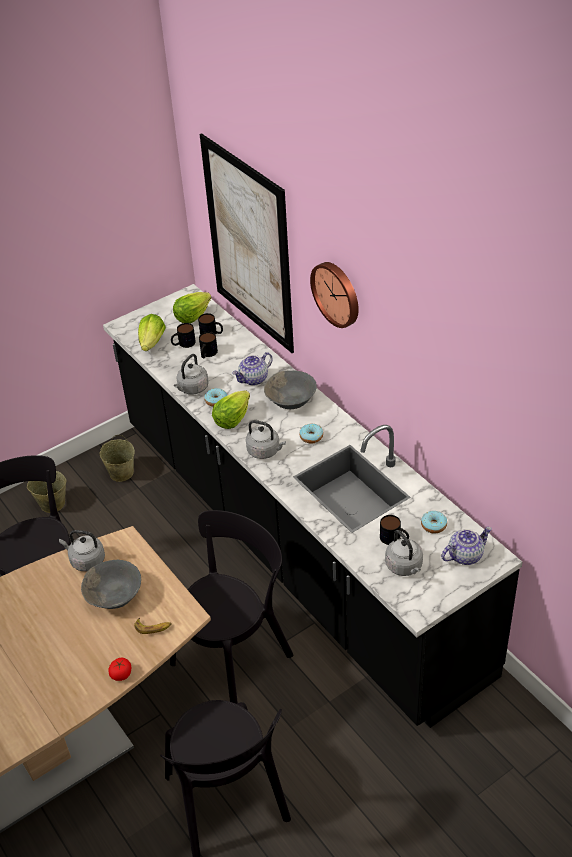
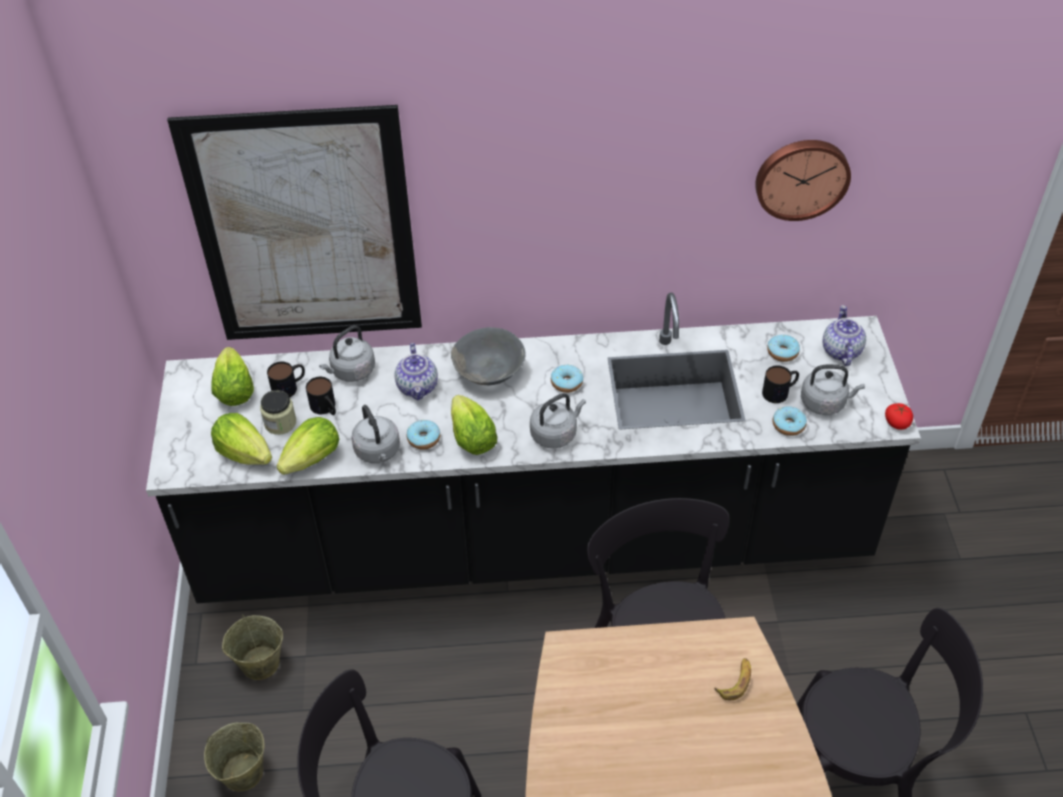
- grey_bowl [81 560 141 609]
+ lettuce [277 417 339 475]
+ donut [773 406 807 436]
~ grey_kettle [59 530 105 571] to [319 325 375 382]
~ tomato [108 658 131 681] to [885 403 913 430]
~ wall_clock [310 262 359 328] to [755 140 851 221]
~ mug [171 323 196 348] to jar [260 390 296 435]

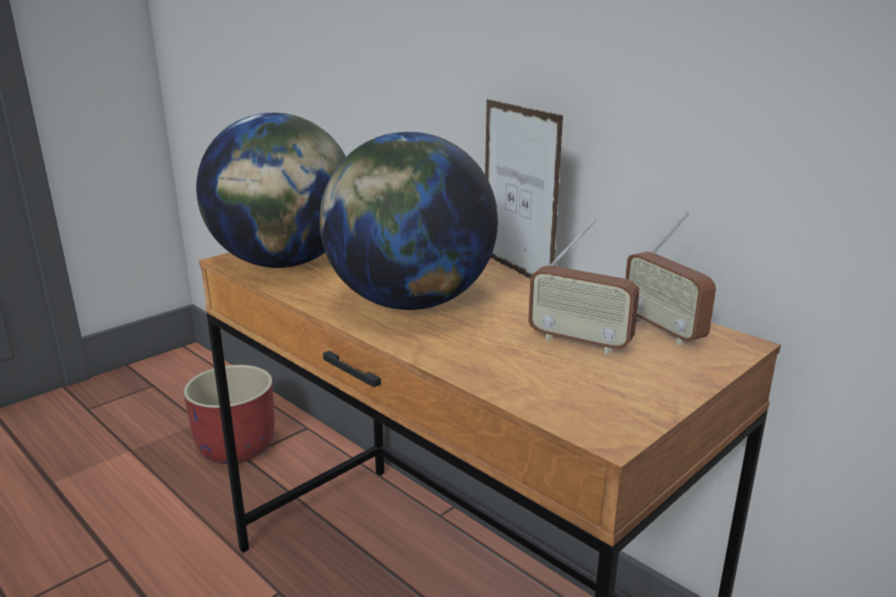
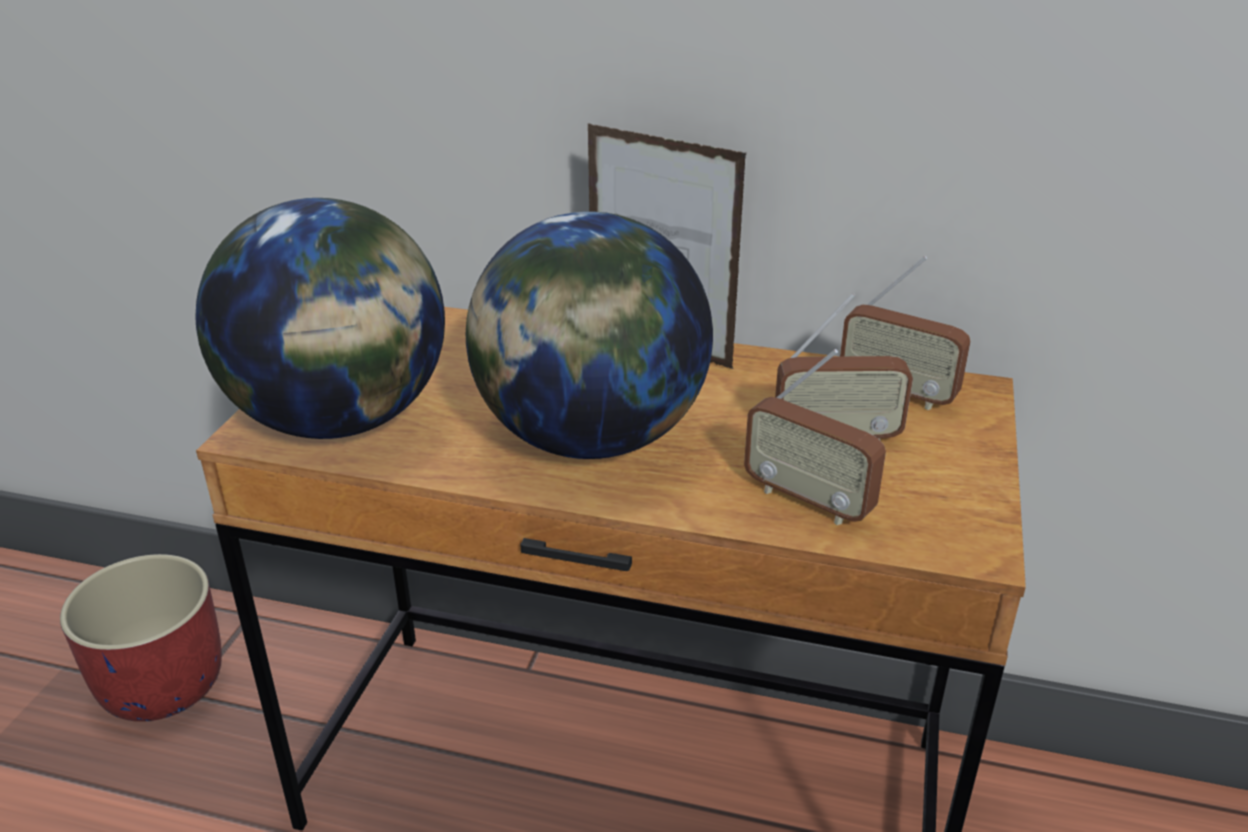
+ radio [744 349 886 525]

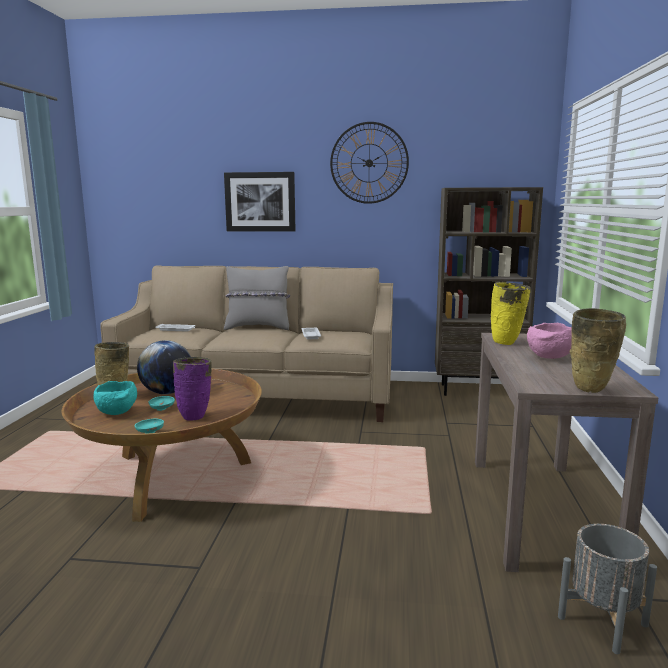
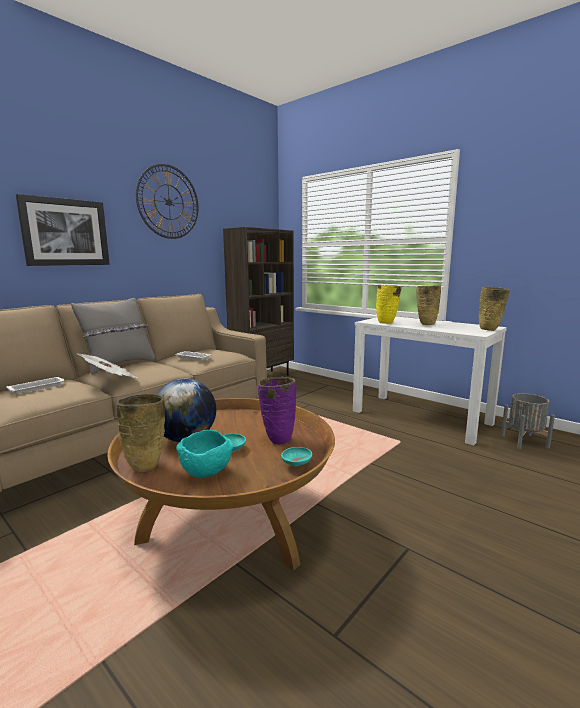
+ newspaper [77 354 137 378]
~ pink_bowl [527 323 572 359] to beige_vase [416 285 441 325]
~ brown_console_table [475 333 658 572] to white_console_table [353 317 507 445]

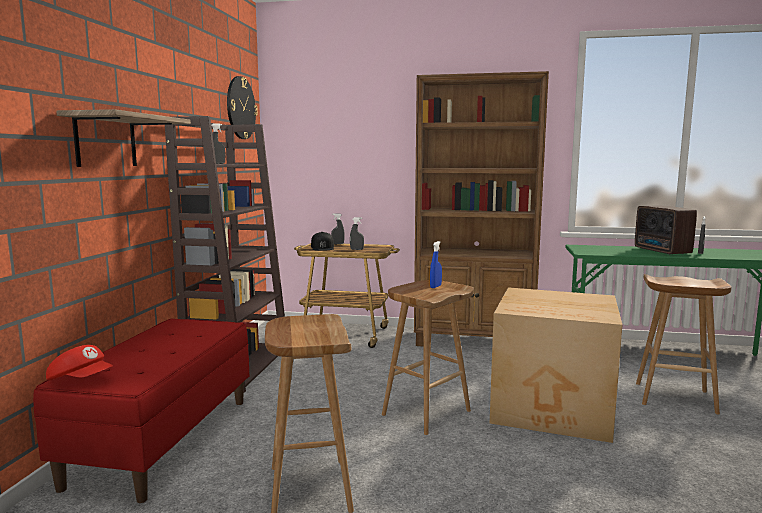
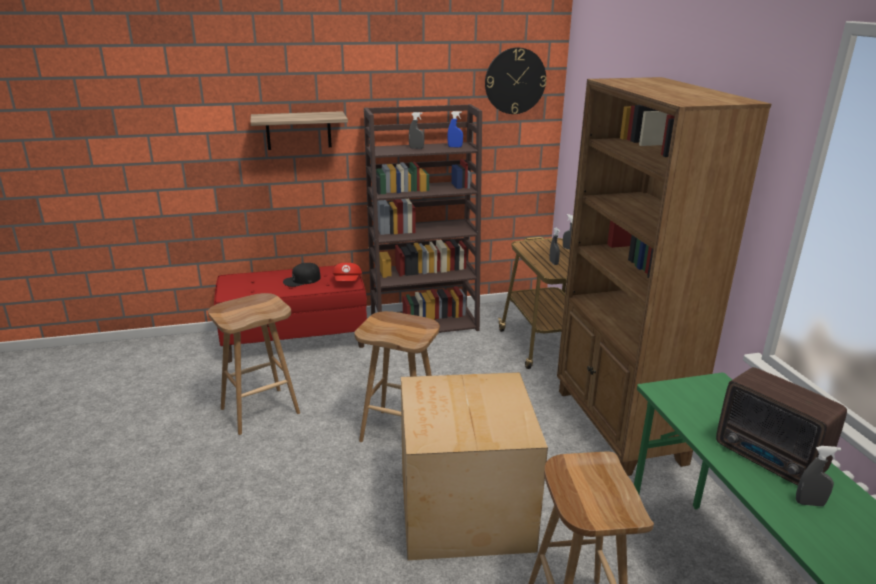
~ red_cap [46 345 113 380] to [332 263 362 281]
~ black_cap [311 232 334 251] to [283 263 321 287]
~ blue_spray_bottle [430 241 442 288] to [447 111 463 148]
~ radio [635 205 697 255] = [716 367 847 486] 90 degrees counterclockwise

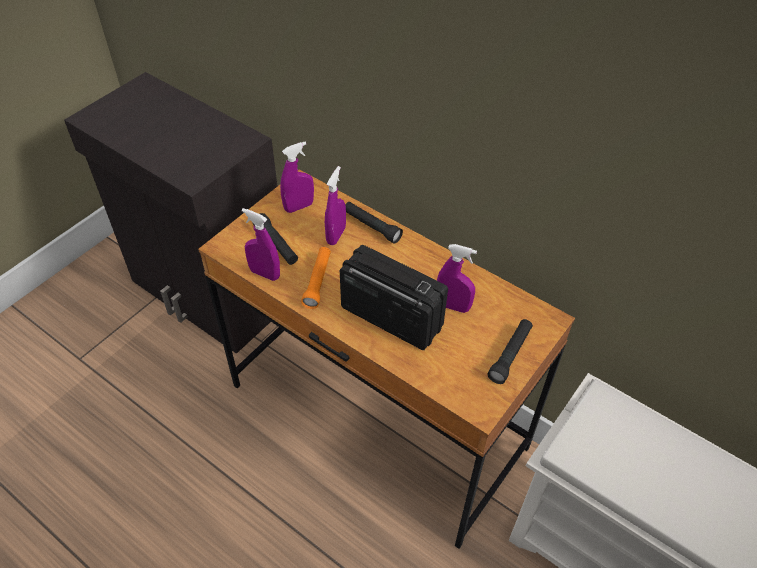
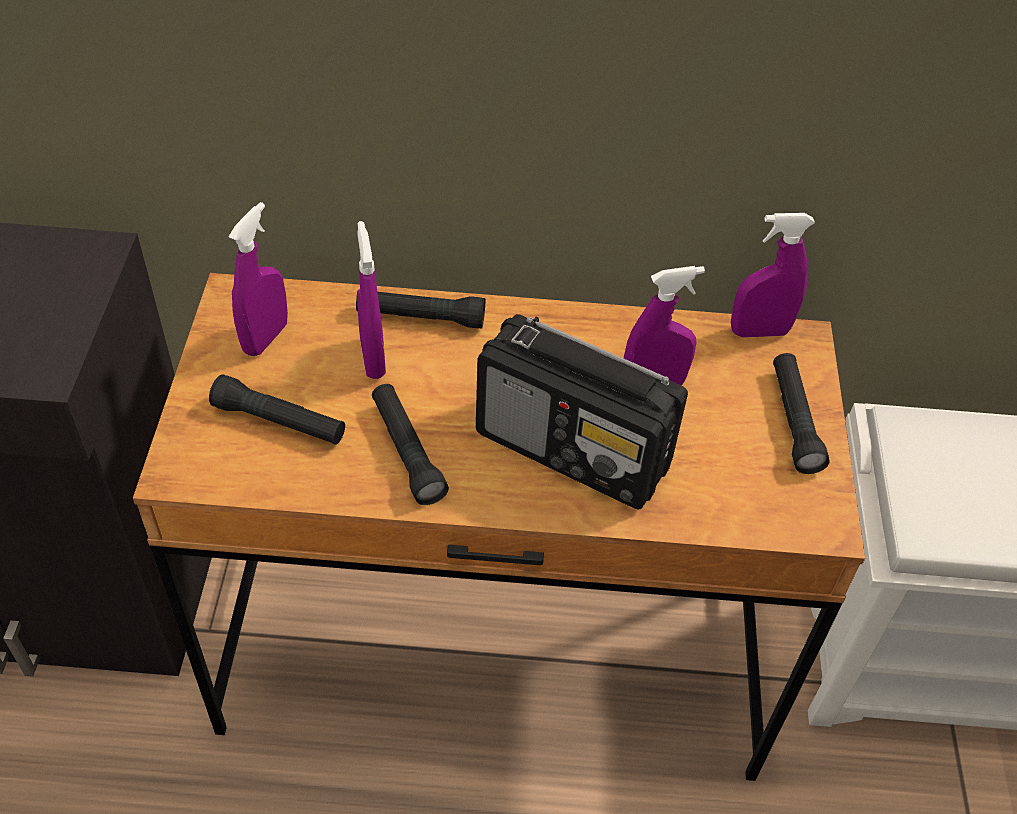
~ purple_spray_bottle [242 208 280 281] to [731 213 815 338]
~ orange_flashlight [301 247 331 309] to black_flashlight [372 384 449 505]
~ radio [340 245 448 350] = [476 314 688 510] 150 degrees counterclockwise

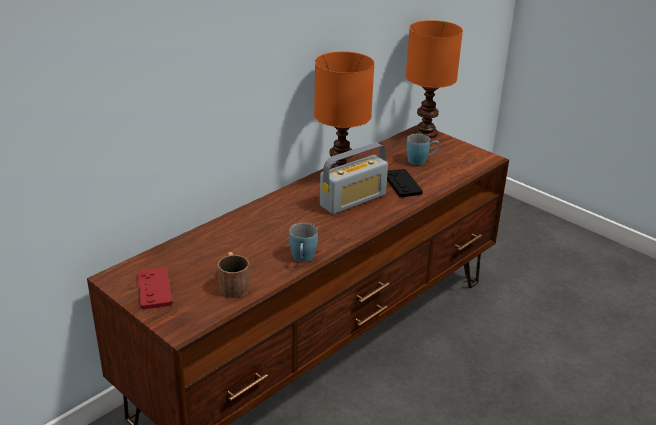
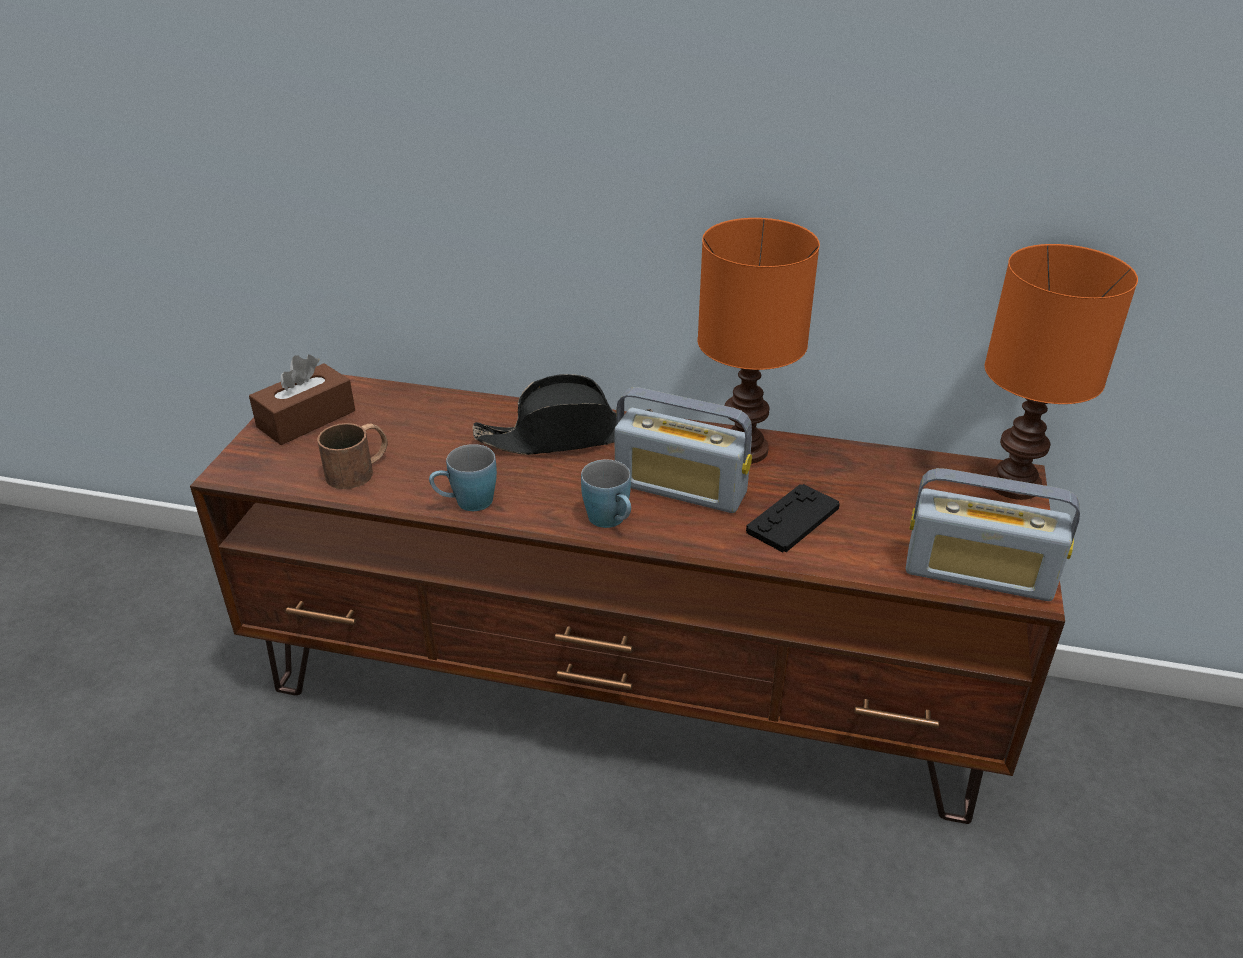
+ black_hat [472 374 653 455]
+ radio [906 468 1080 601]
~ blue_mug [406 134 440 165] to [581 459 631 528]
~ red_game_controller [137 267 173 309] to brown_tissue_box [249 355 355 445]

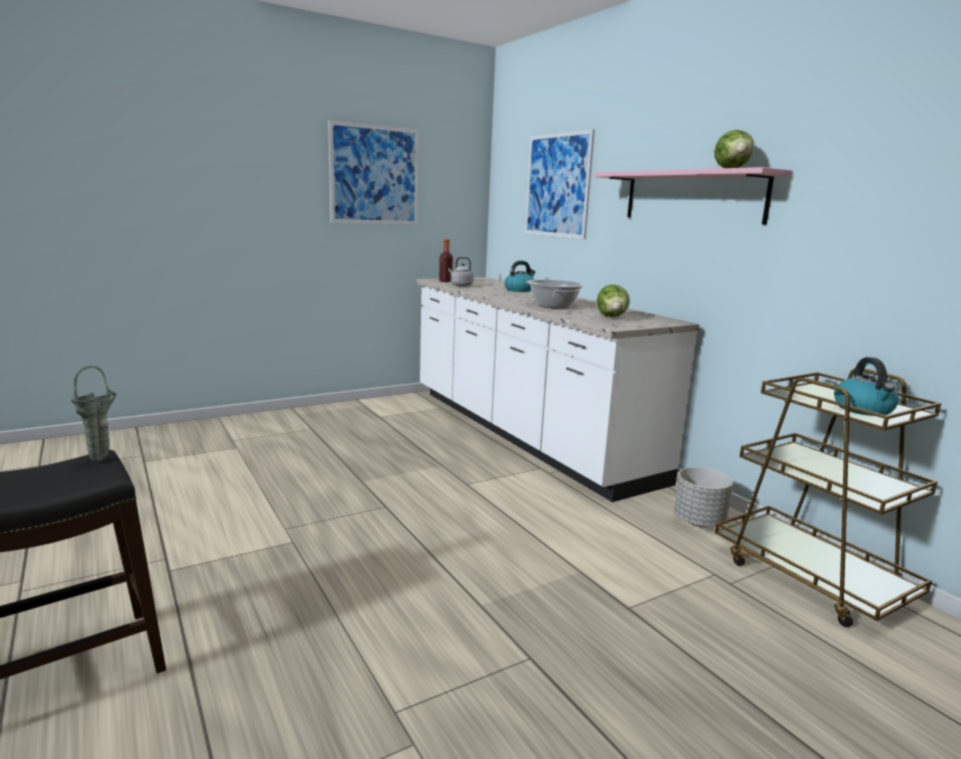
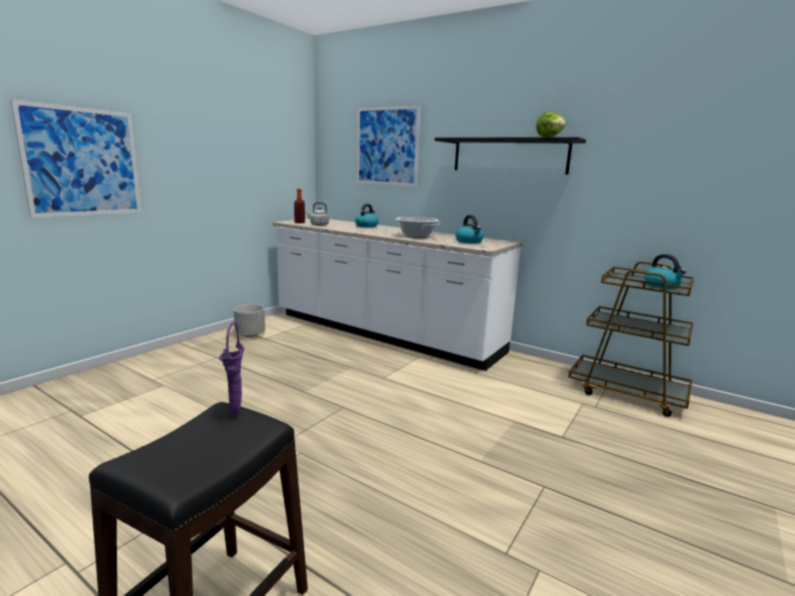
~ picture [328 120 419 225] to [10 99 141 218]
~ grey_planter [674 467 733 527] to [234 304 265 337]
~ lettuce [597 284 630 317] to kettle [455 215 484 244]
~ green_vase [71 366 117 462] to purple_vase [219 322 244 416]
~ pink_shelf [594 167 793 225] to black_shelf [434 137 586 174]

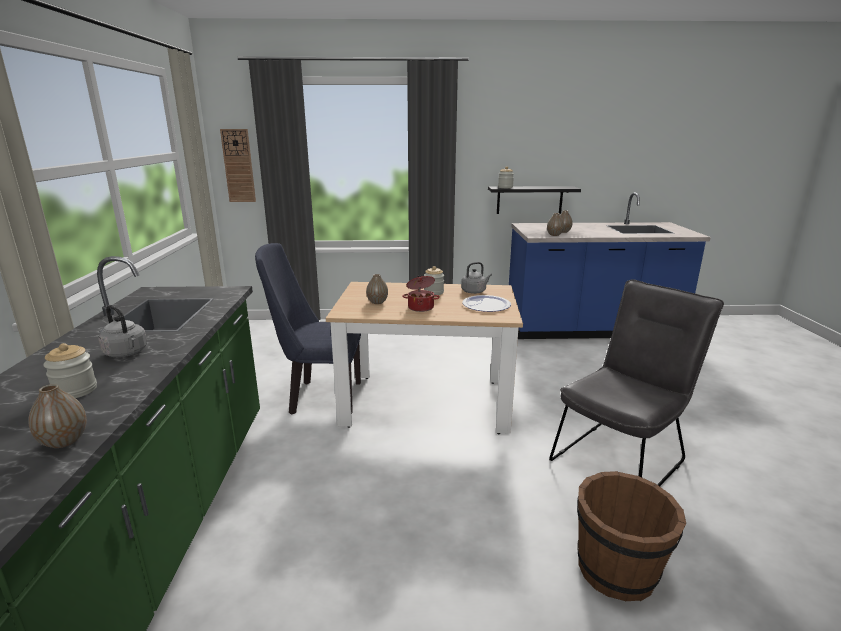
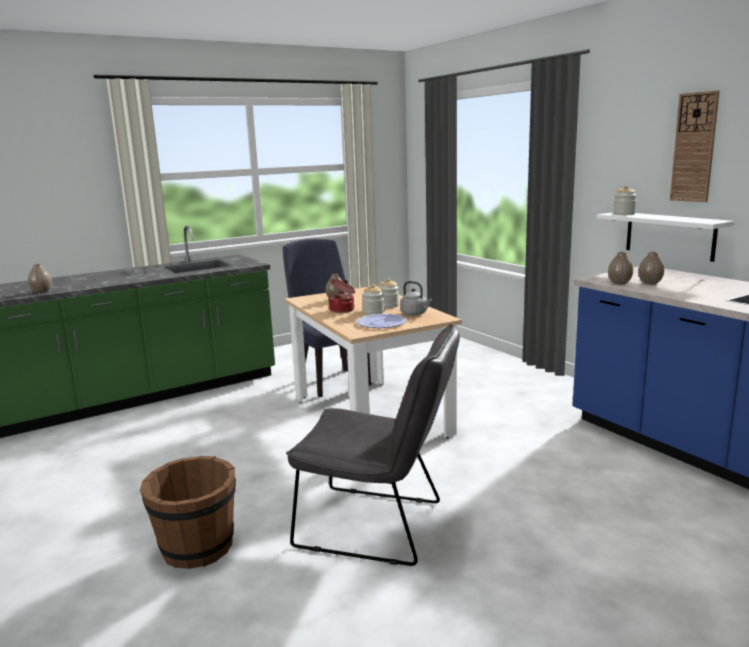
- grey_kettle [98 305 147 357]
~ jar [43 343 97 398] to [362 284 384 315]
~ wall_clock [220 129 256 202] to [670 90 720 202]
~ black_shelf [488 186 581 214] to white_shelf [597 212 735 262]

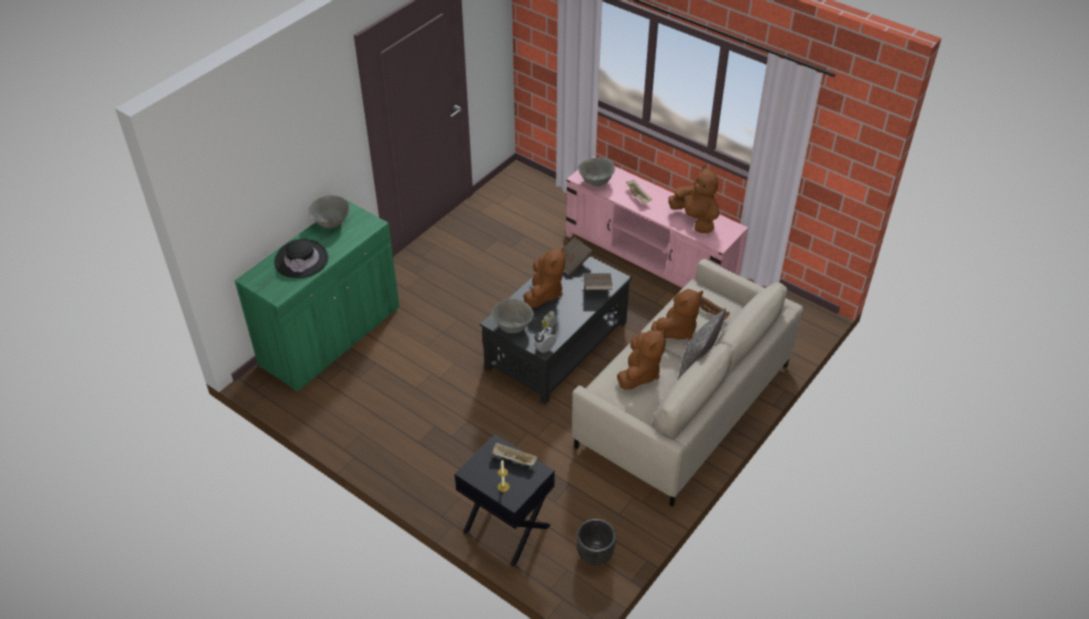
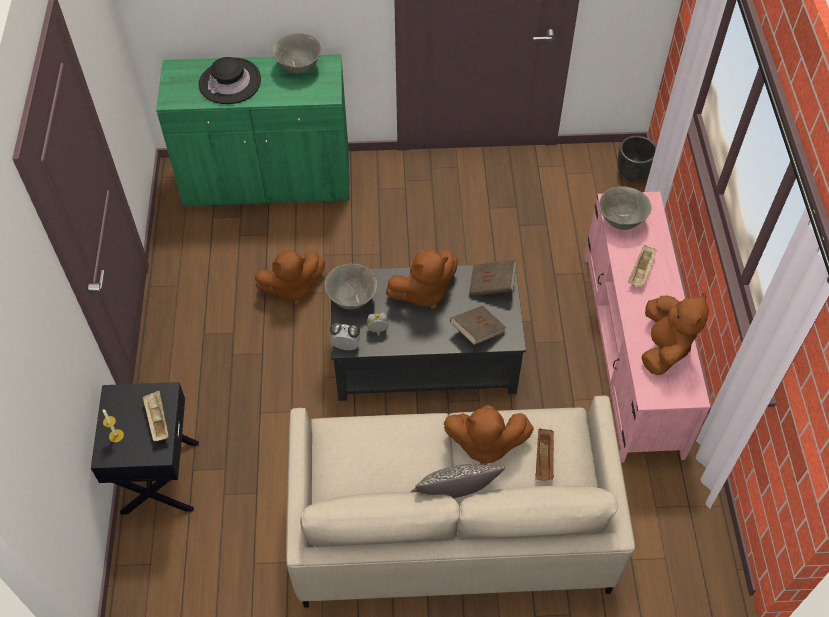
~ black_planter [577 519 616 566] to [617 136 657 181]
~ brown_plush_toy [617 328 666 389] to [255 250 325 304]

